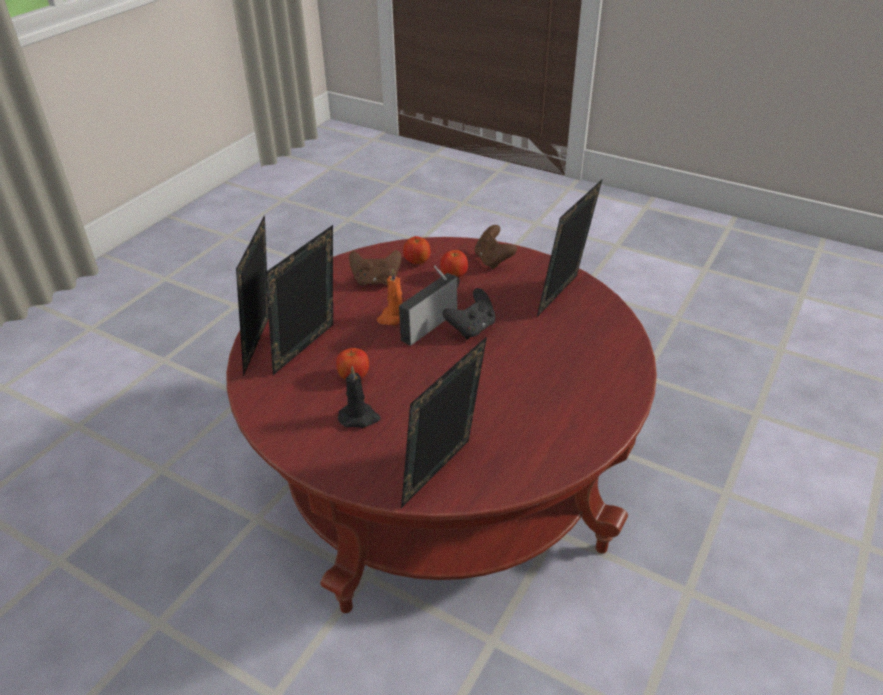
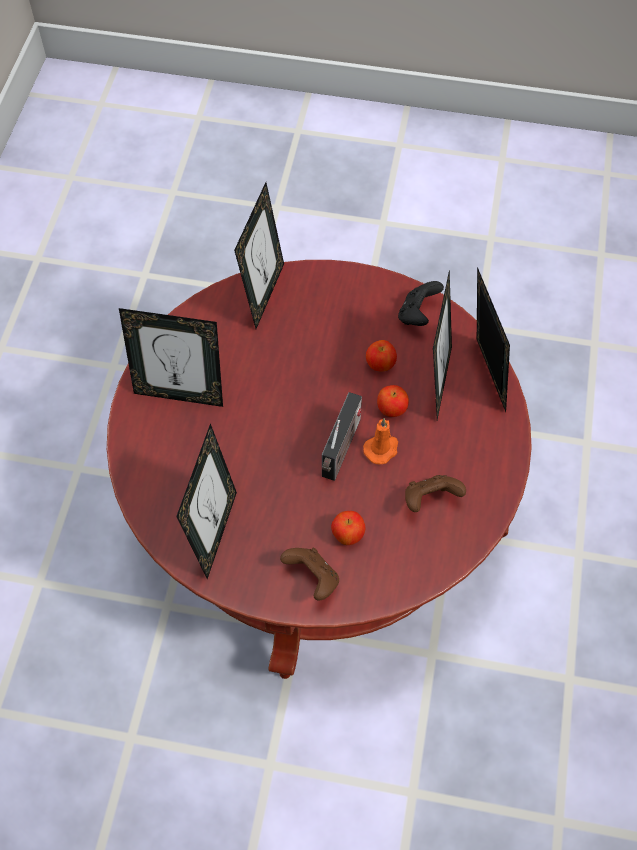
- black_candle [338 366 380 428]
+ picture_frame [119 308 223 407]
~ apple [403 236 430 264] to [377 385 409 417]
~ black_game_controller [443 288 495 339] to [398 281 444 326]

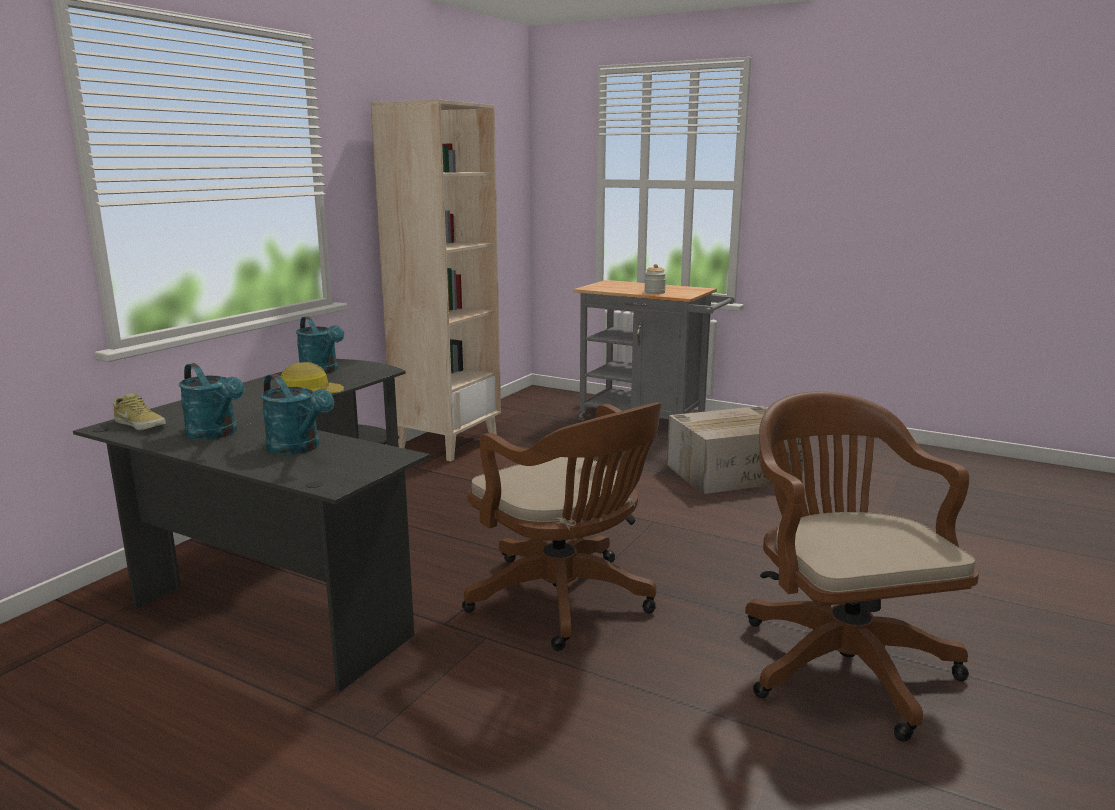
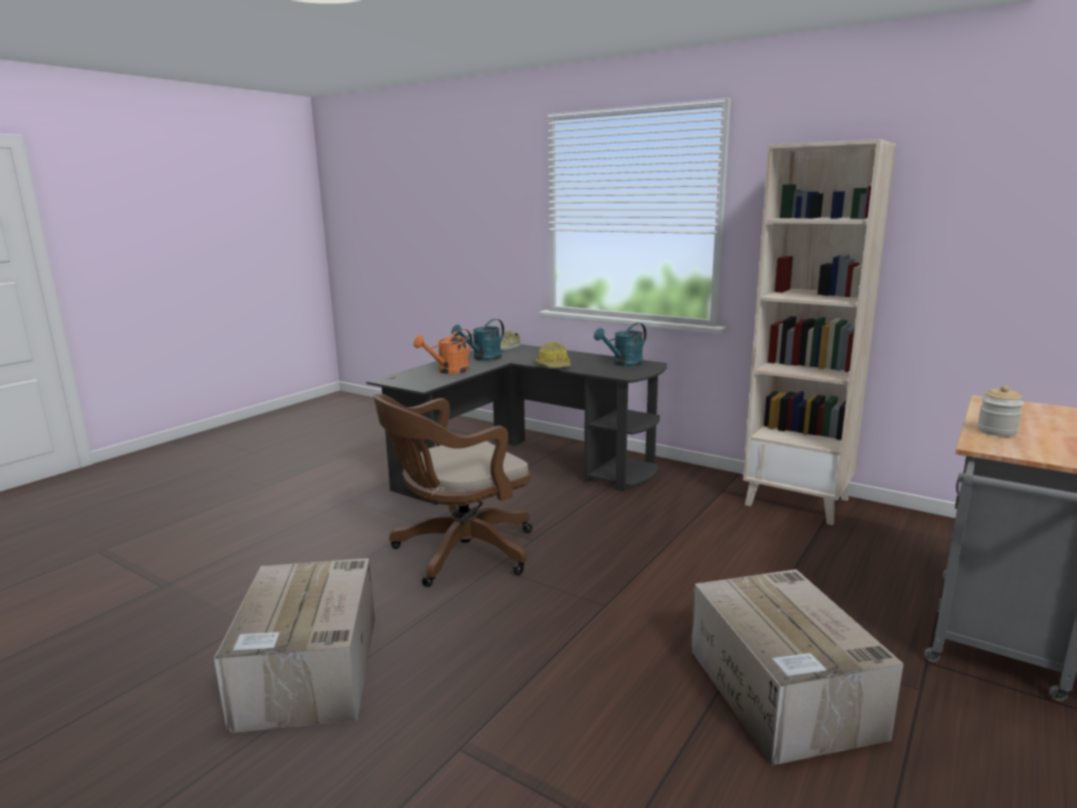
~ brown_office_chair [745 391 979 742] to cardboard_box [214 558 375 733]
~ turquoise_watering_can [261 374 334 455] to orange_watering_can [414 329 472 374]

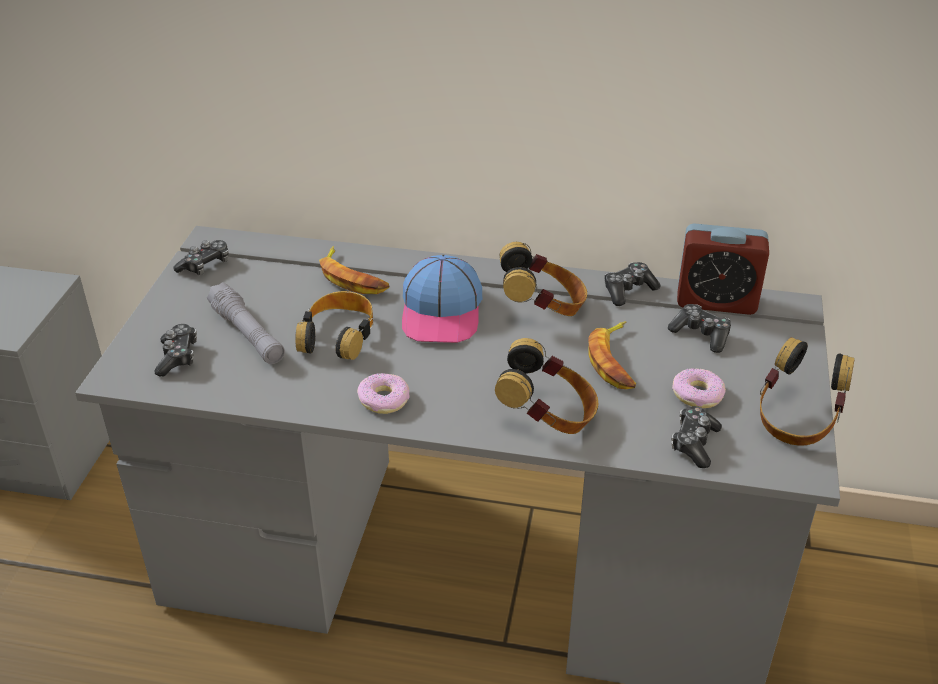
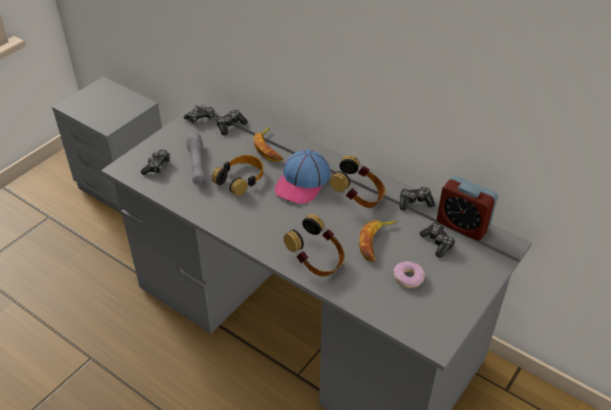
- donut [357 373 410 414]
- headphones [760 337 855 446]
~ game_controller [671 406 722 468] to [216 110 248 135]

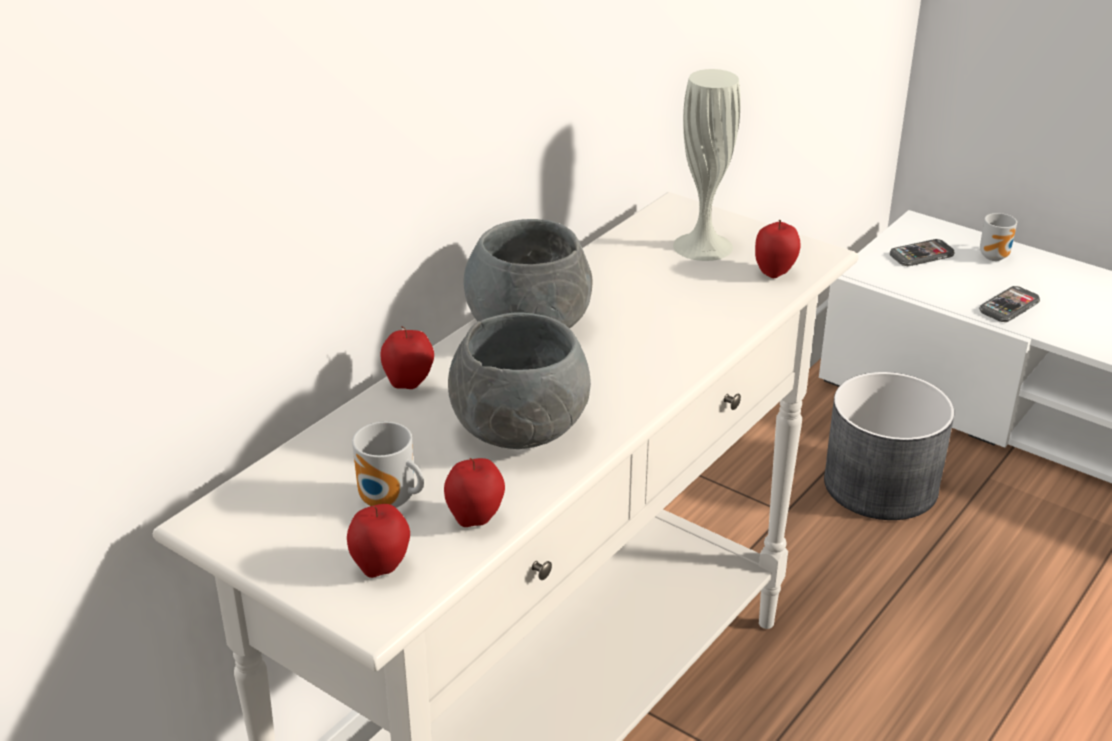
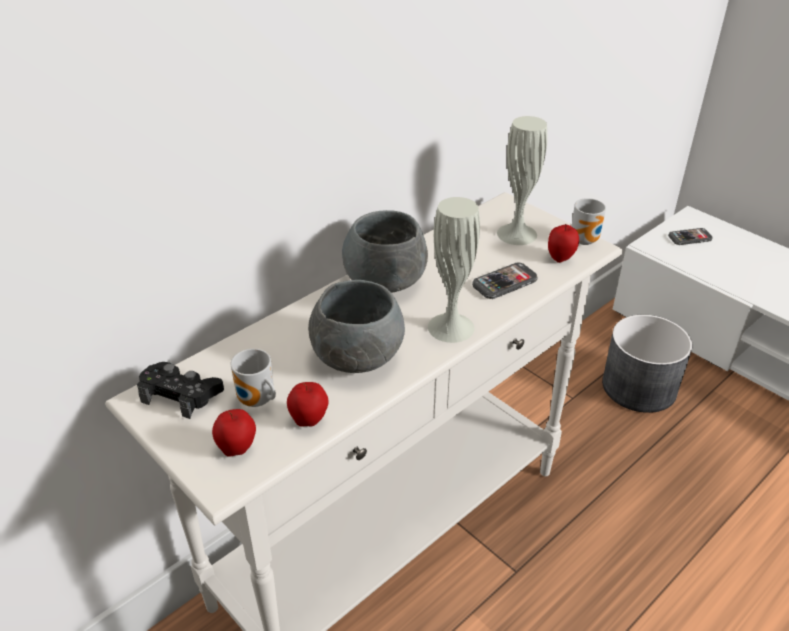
- apple [380 326 434 389]
+ black_game_controller [137 362 224 419]
+ white_vase [428 197 480 343]
~ phone [979 286 1040 322] to [472 262 537 299]
~ mug [980 213 1017 261] to [572 198 606 245]

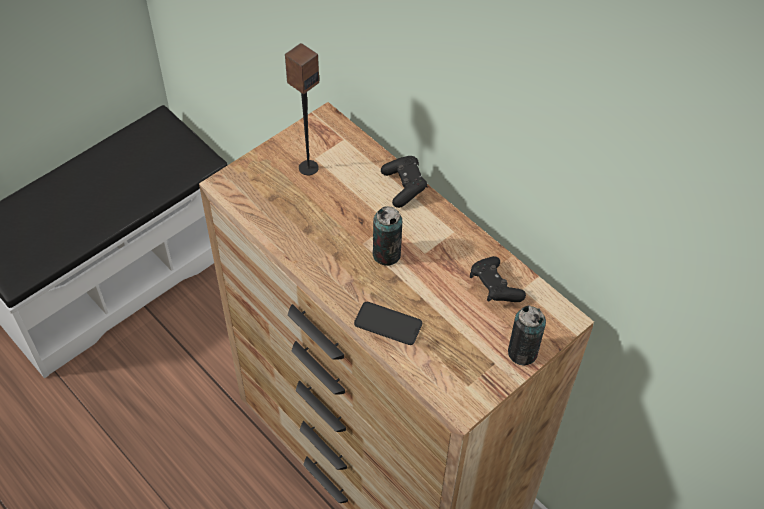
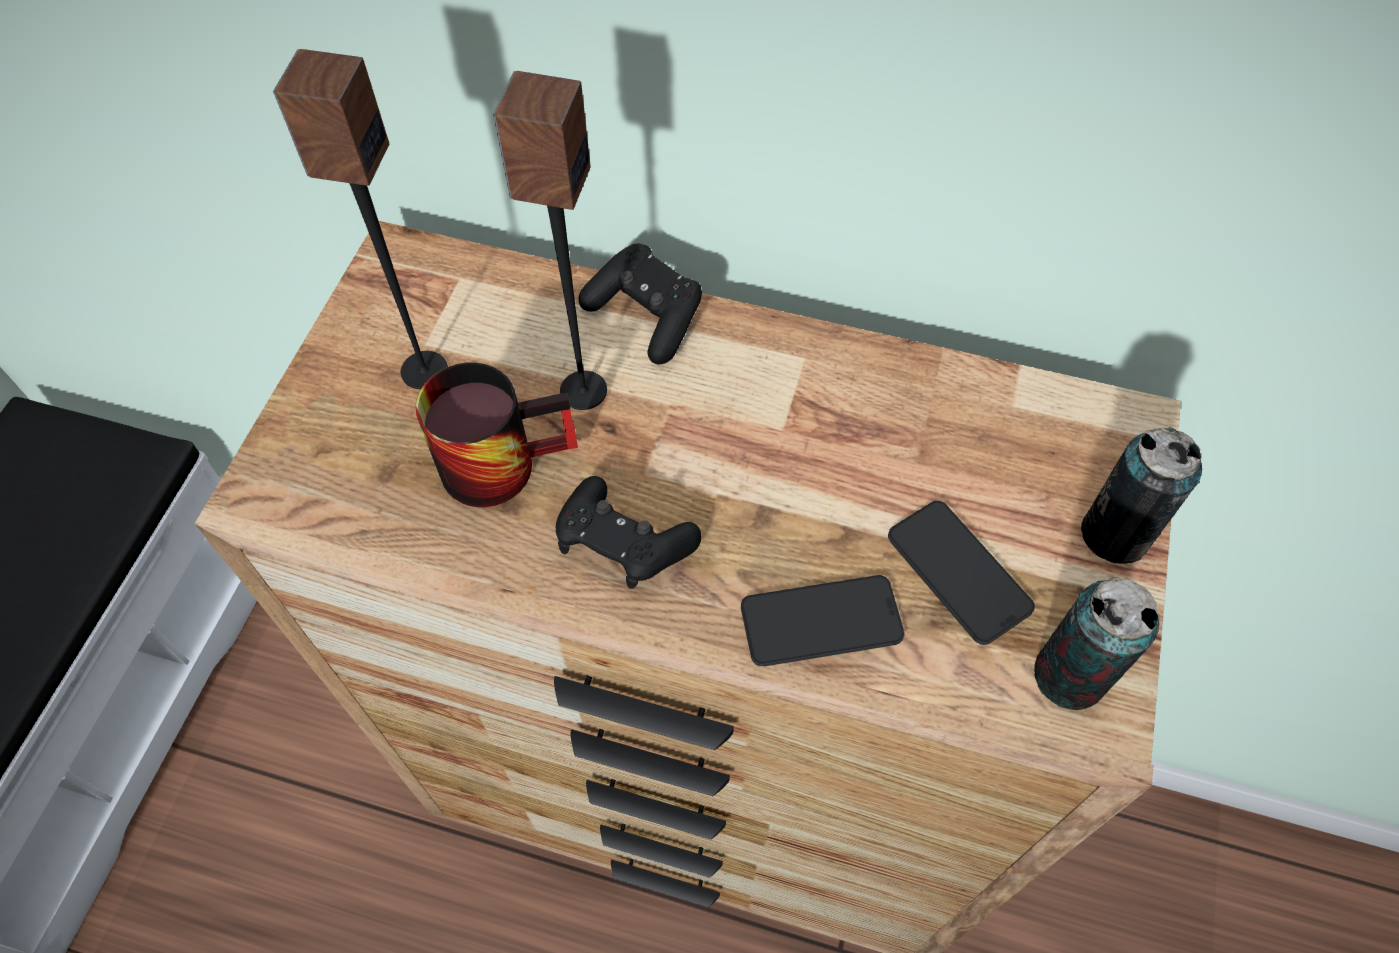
+ mug [416 363 578 507]
+ speaker [493 71 607 410]
+ phone [888 501 1035 645]
~ can [372 206 402 266] to [1034 577 1159 710]
~ black_game_controller [470 256 526 302] to [556 476 701 589]

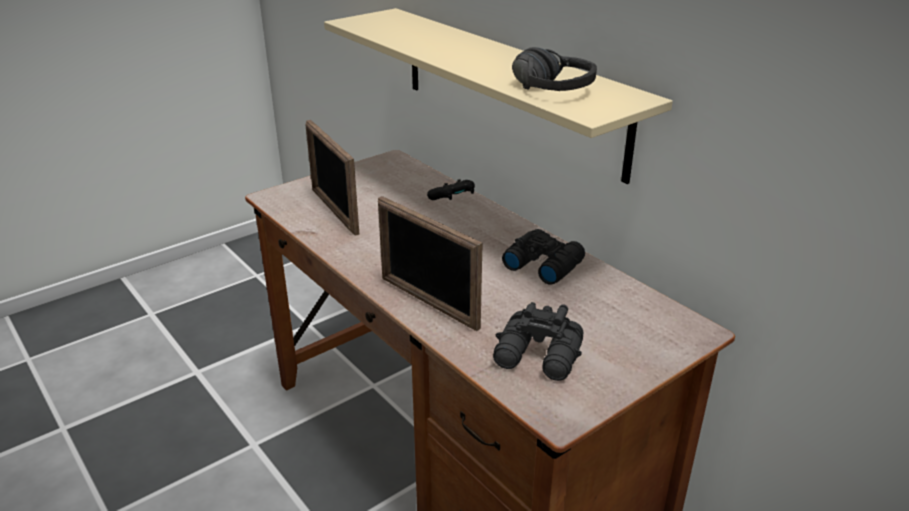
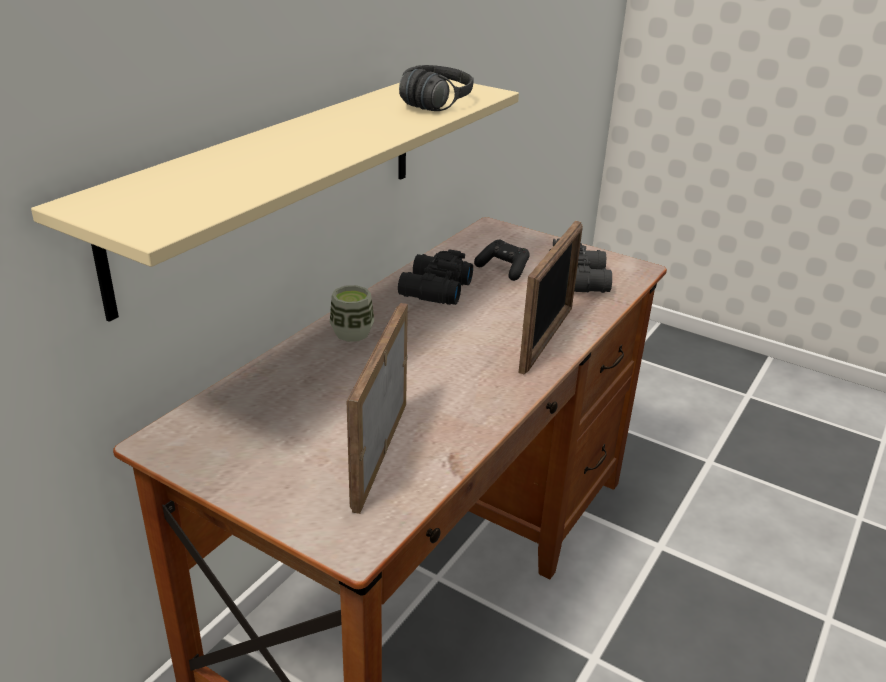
+ cup [330 285 374 342]
~ black_game_controller [427 179 475 200] to [474 240 530 281]
~ picture_frame [305 120 359 235] = [347 303 408 514] 150 degrees clockwise

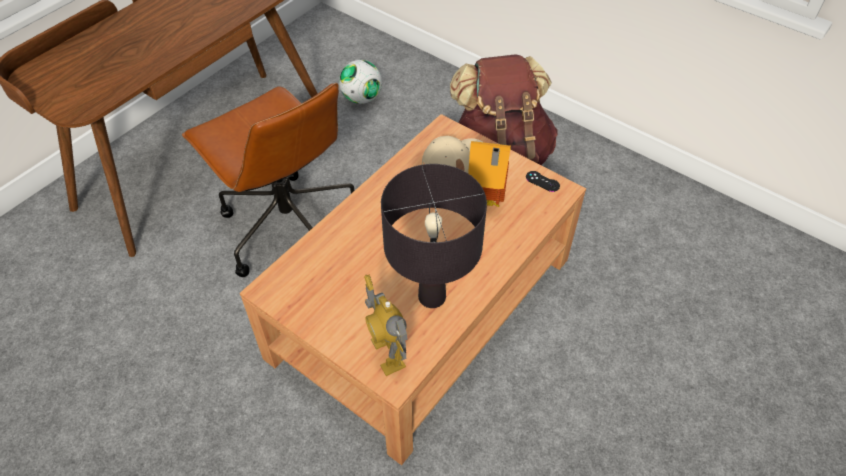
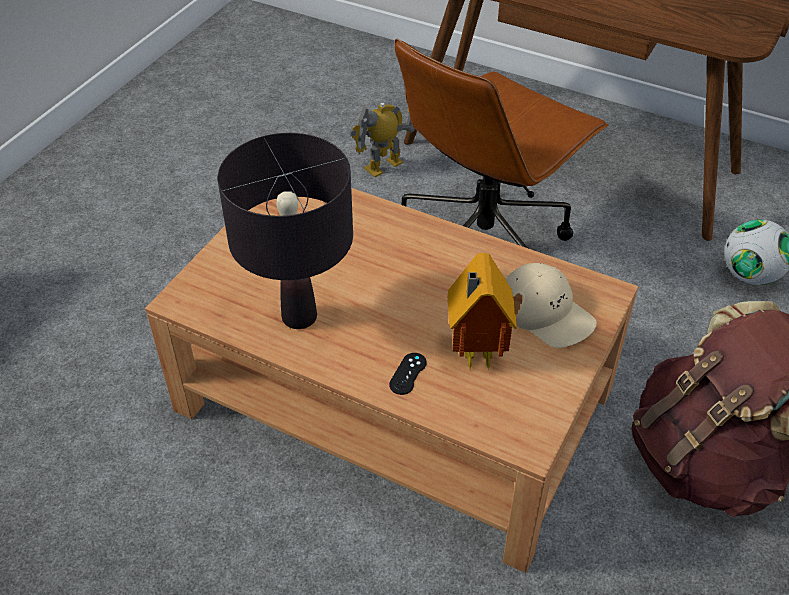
~ toy_robot [364 274 407 376] to [350 103 415 177]
~ black_game_controller [526 171 560 192] to [389 353 427 395]

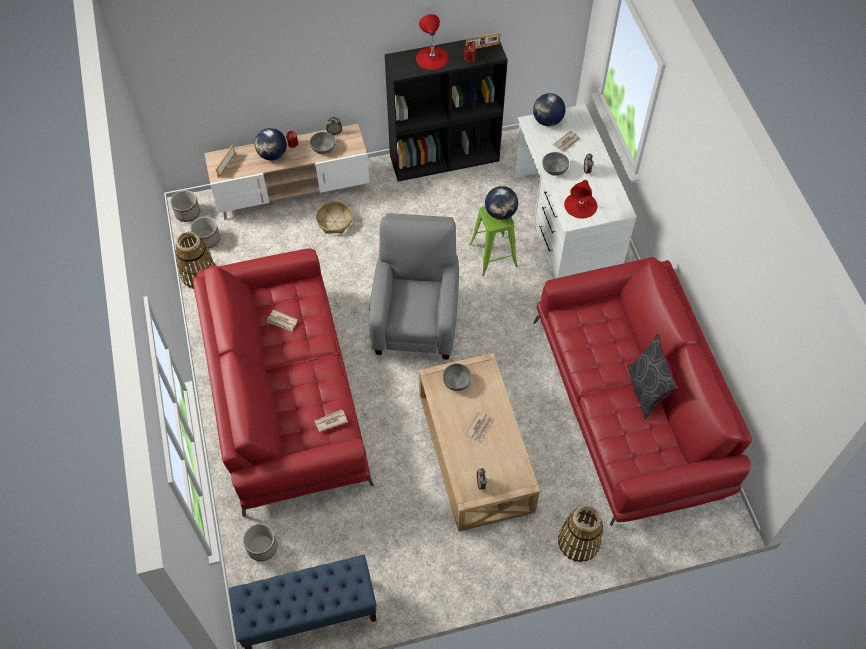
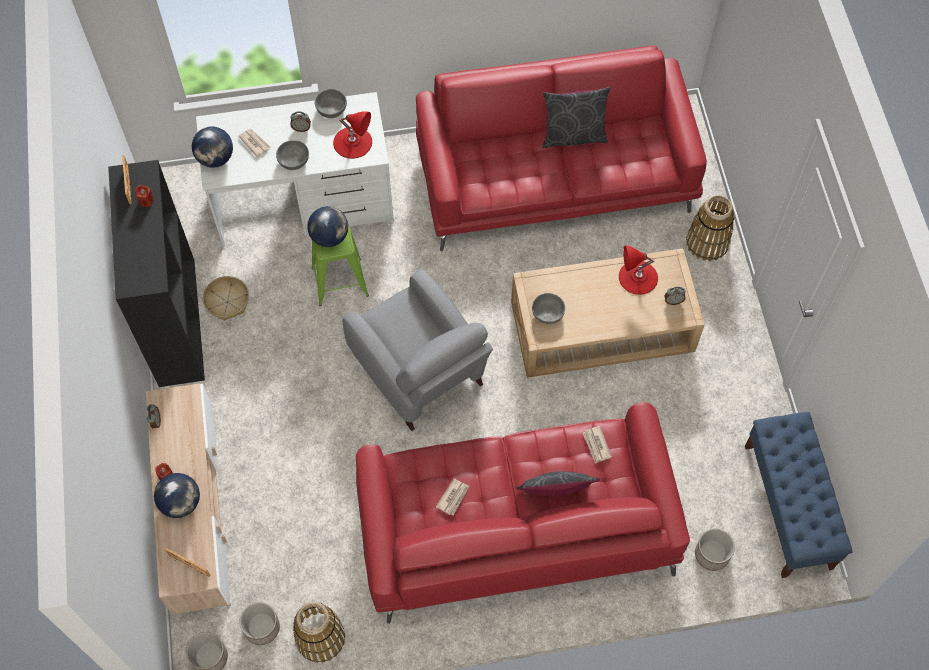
- newspaper [465 411 492 441]
+ grey_pillow [516 471 600 496]
~ grey_bowl [310 132 336 154] to [315 89 347 118]
~ basket [316 201 352 234] to [203 276 249 321]
~ red_table_lamp [416 14 448 70] to [619 246 658 295]
~ grey_armchair [368 213 459 360] = [342 270 493 431] 135 degrees counterclockwise

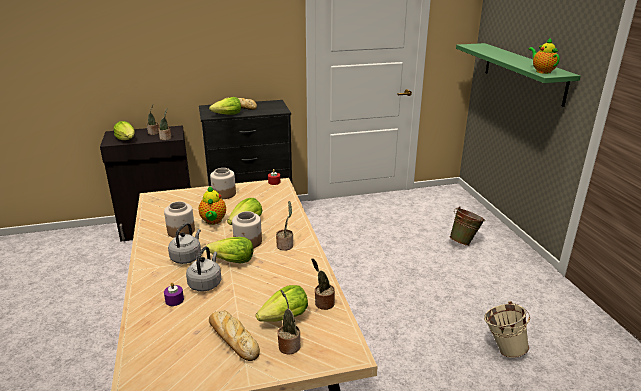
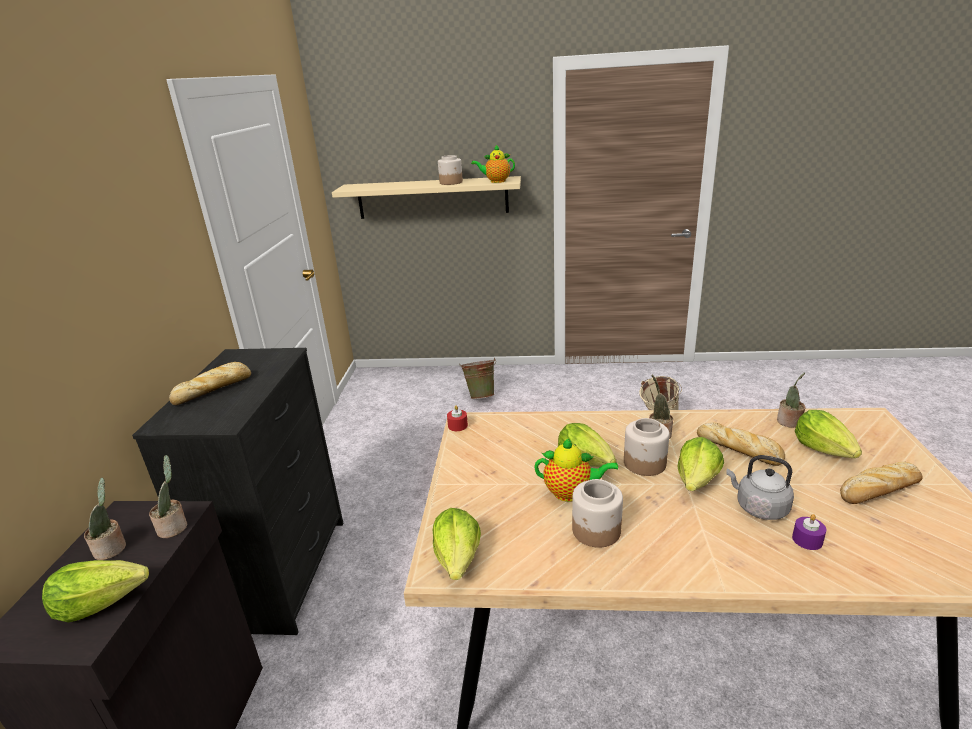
- grey_kettle [168 223 201 264]
- potted_plant [277 290 301 354]
+ bread [697 422 785 466]
~ lettuce [209 97 241 115] to [432 508 481 580]
~ jar [210 168 236 199] to [438 155 463 185]
~ green_shelf [456 43 581 107] to beige_shelf [332 176 521 219]

